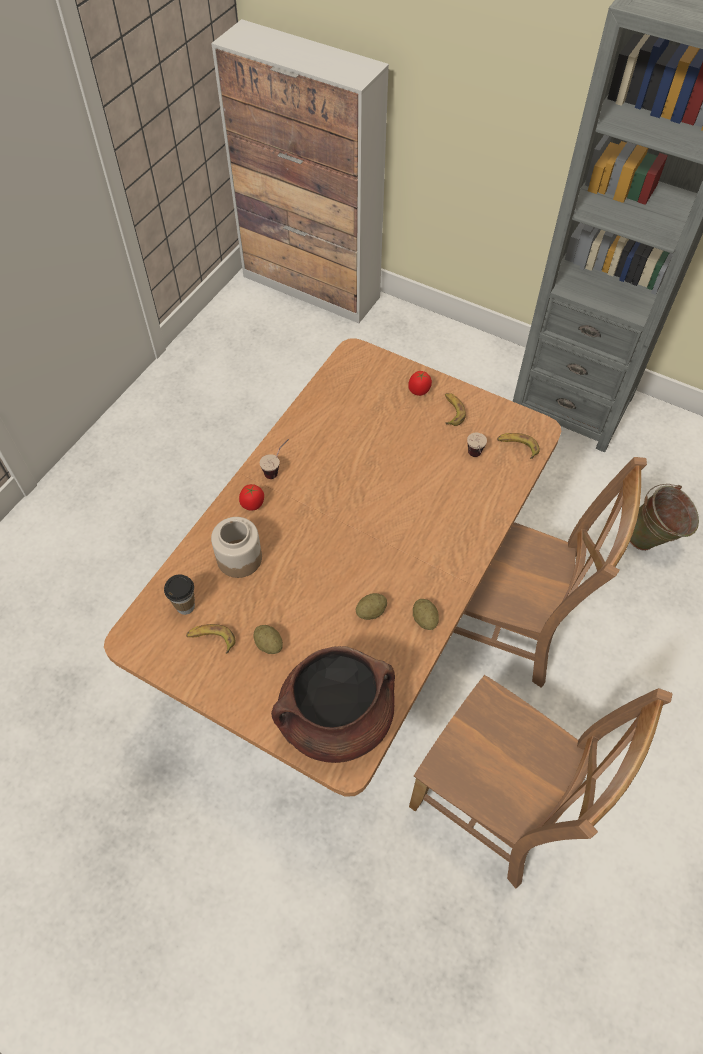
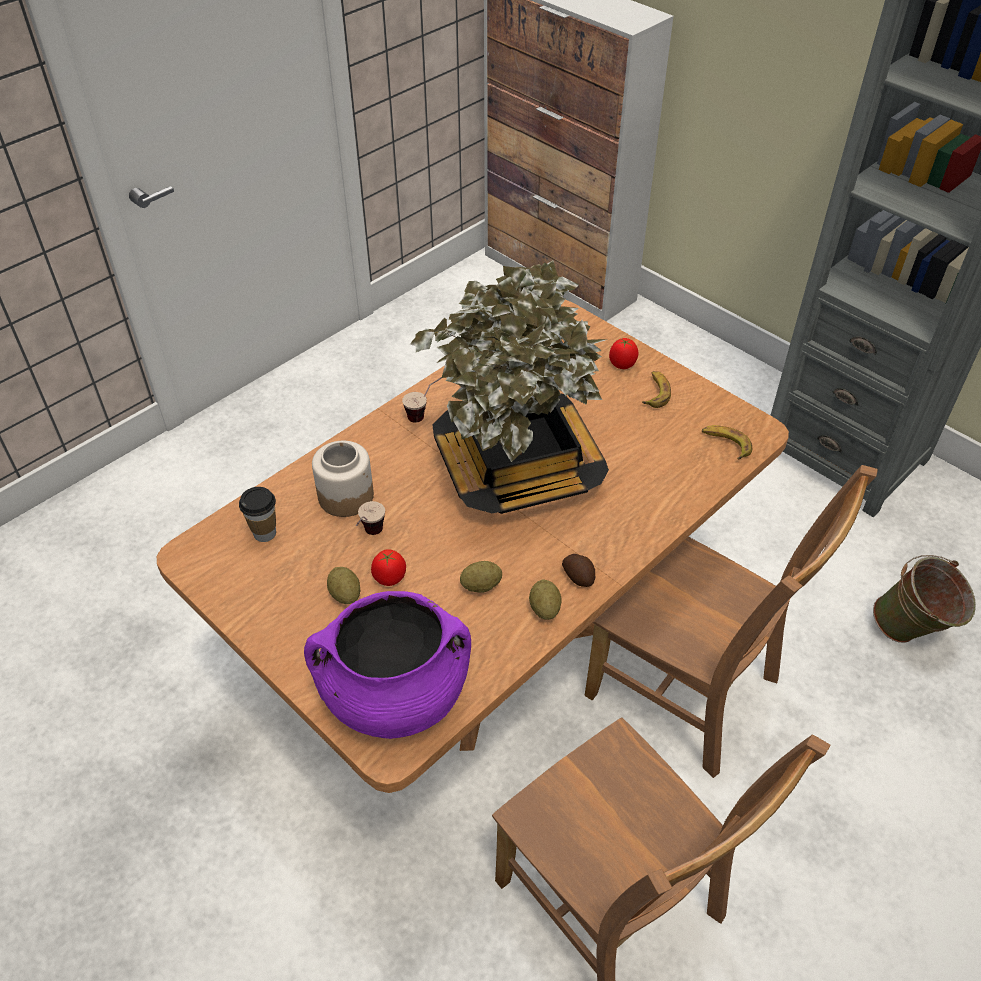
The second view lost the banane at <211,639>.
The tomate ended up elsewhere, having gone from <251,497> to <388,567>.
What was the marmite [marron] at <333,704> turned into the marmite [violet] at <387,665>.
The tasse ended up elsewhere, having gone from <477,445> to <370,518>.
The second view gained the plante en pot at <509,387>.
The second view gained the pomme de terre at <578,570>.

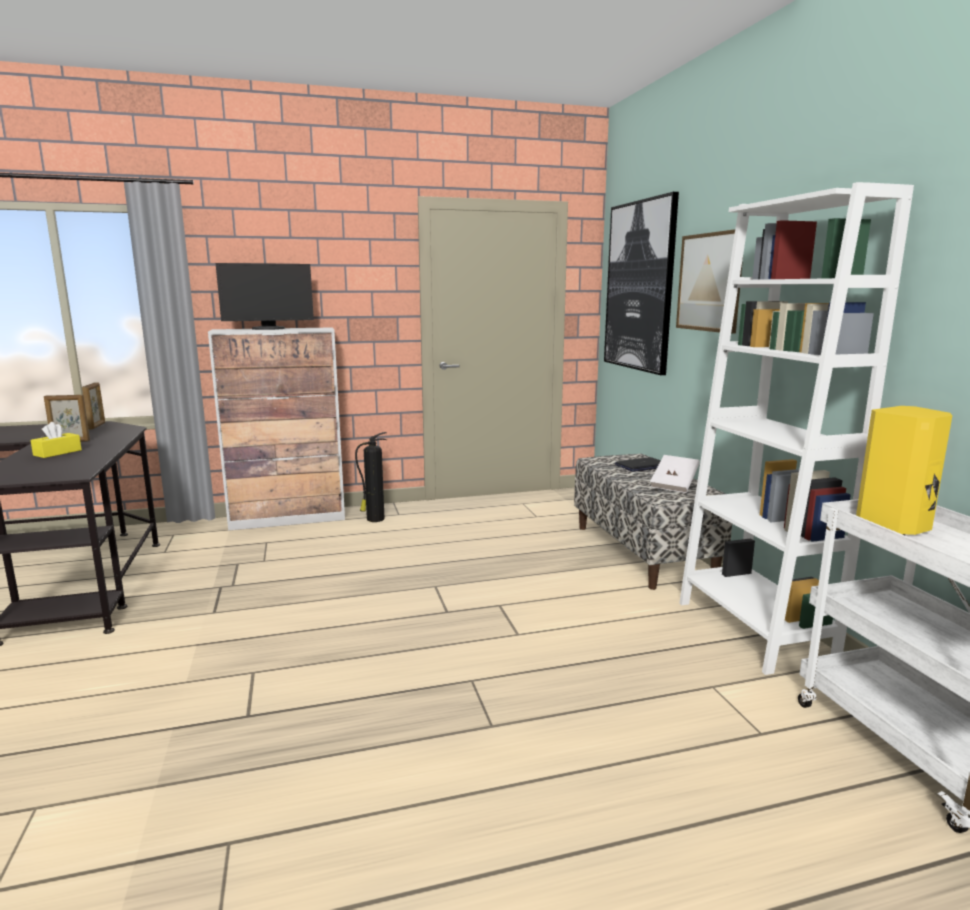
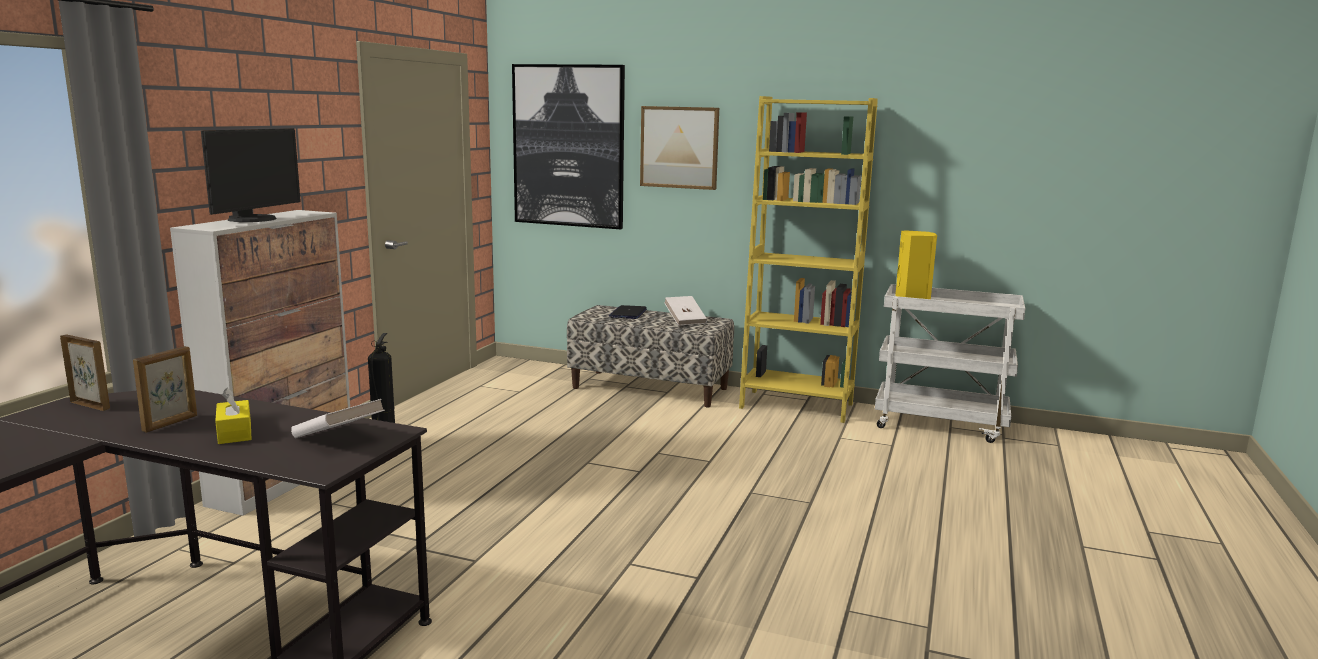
What was the bibliothèque [blanc] at <796,428> turned into the bibliothèque [jaune] at <808,259>.
The second view gained the livre [blanc] at <338,418>.

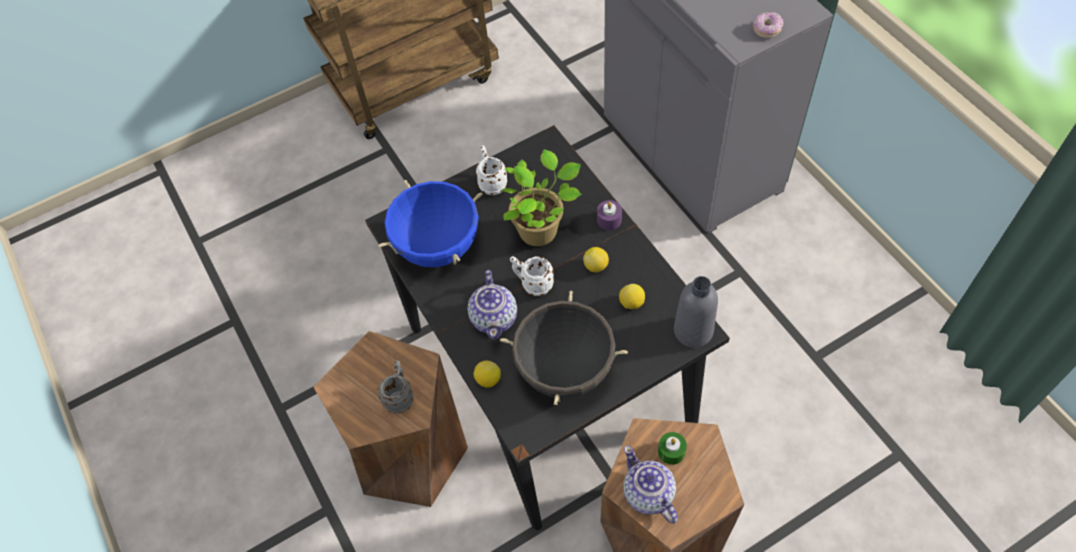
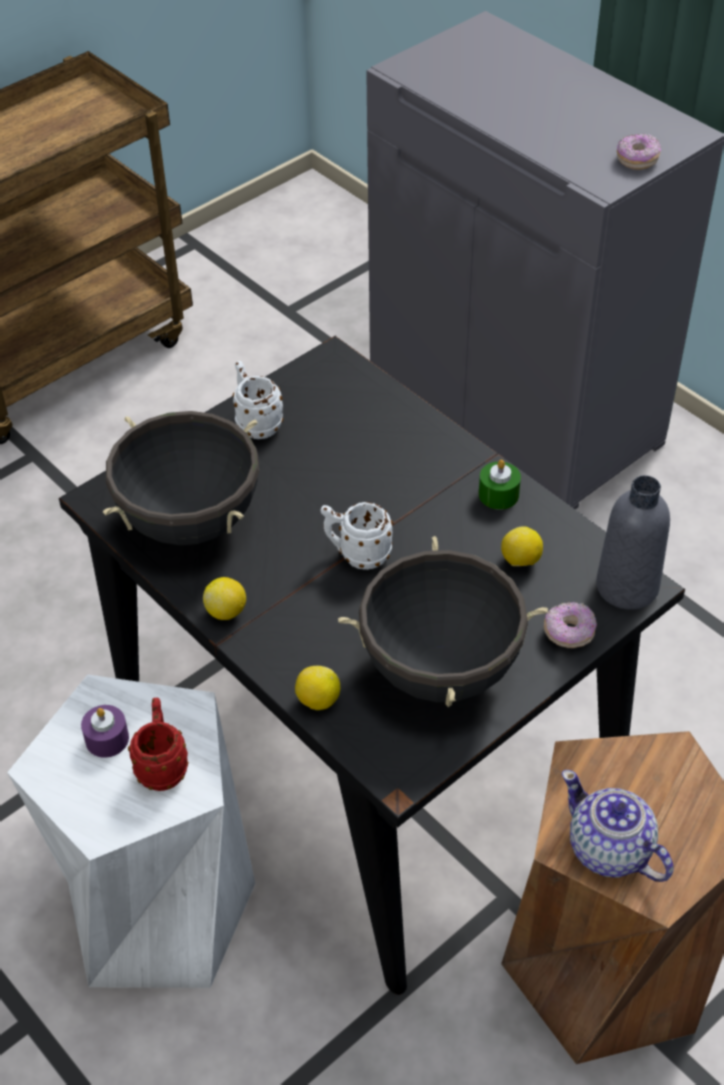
What was the tabouret [marron] at <390,419> turned into the tabouret [blanc] at <131,831>.
What was the mug [gris] at <395,387> turned into the mug [rouge] at <158,744>.
What was the marmite [bleu] at <431,223> turned into the marmite [noir] at <181,478>.
The second view lost the théière at <492,305>.
The second view lost the plante en pot at <541,197>.
The citron ended up elsewhere, having gone from <596,259> to <224,598>.
The bougie [violet] ended up elsewhere, having gone from <609,215> to <105,731>.
The bougie [vert] ended up elsewhere, having gone from <672,448> to <500,485>.
The second view gained the beignet at <570,625>.

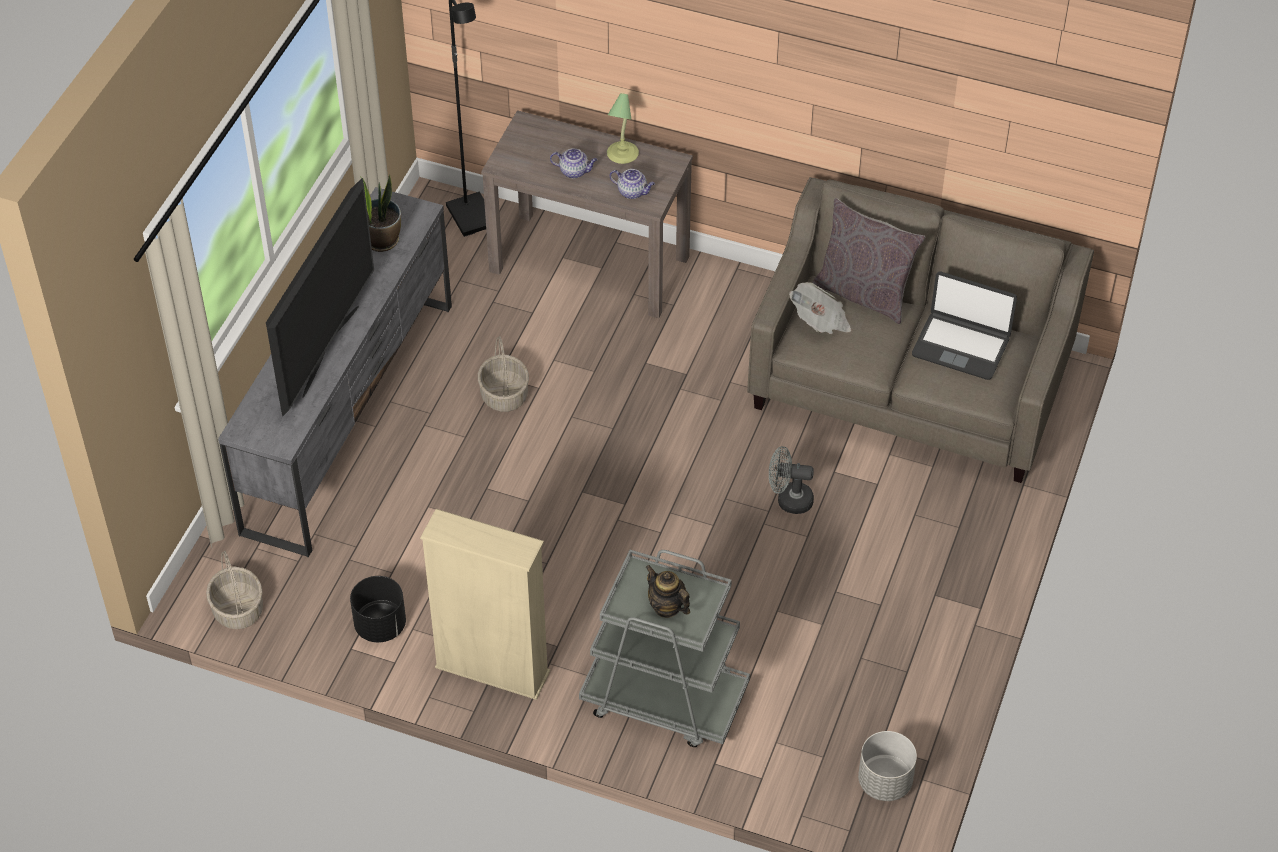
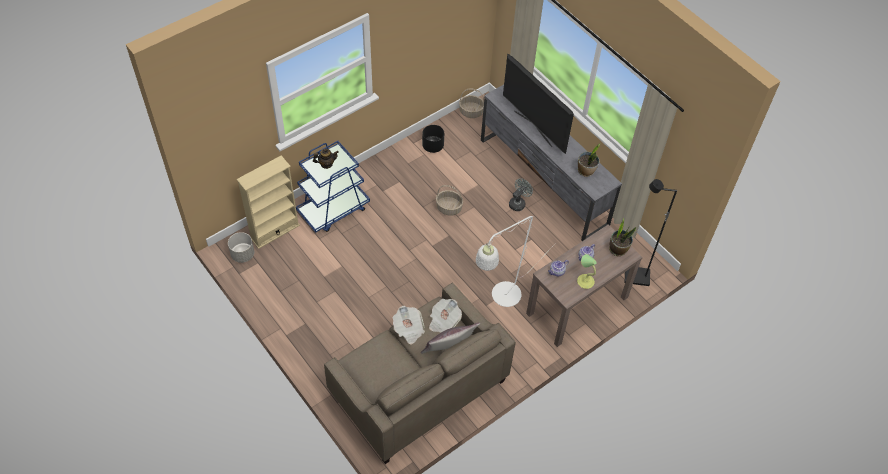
The bibliothèque [beige] ended up elsewhere, having gone from <485,604> to <268,202>.
The panier ended up elsewhere, having gone from <503,374> to <449,200>.
What was the chariot [gris] at <664,648> turned into the chariot [bleu] at <333,187>.
The ventilateur [gris] ended up elsewhere, having gone from <791,480> to <521,194>.
The second view lost the ordinateur portable at <964,326>.
The second view gained the journal at <409,325>.
The second view gained the lampadaire [blanc] at <516,261>.
The second view gained the plante en pot at <622,237>.

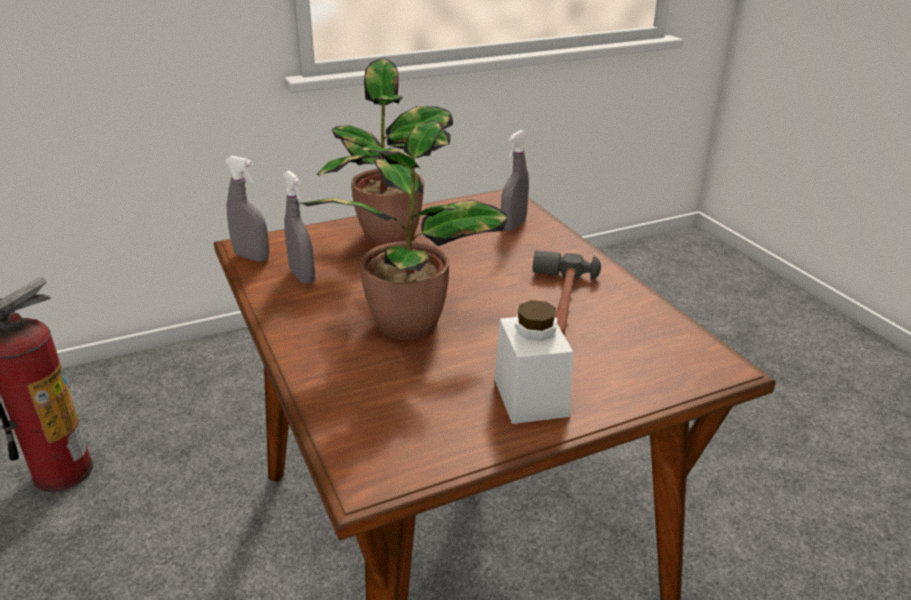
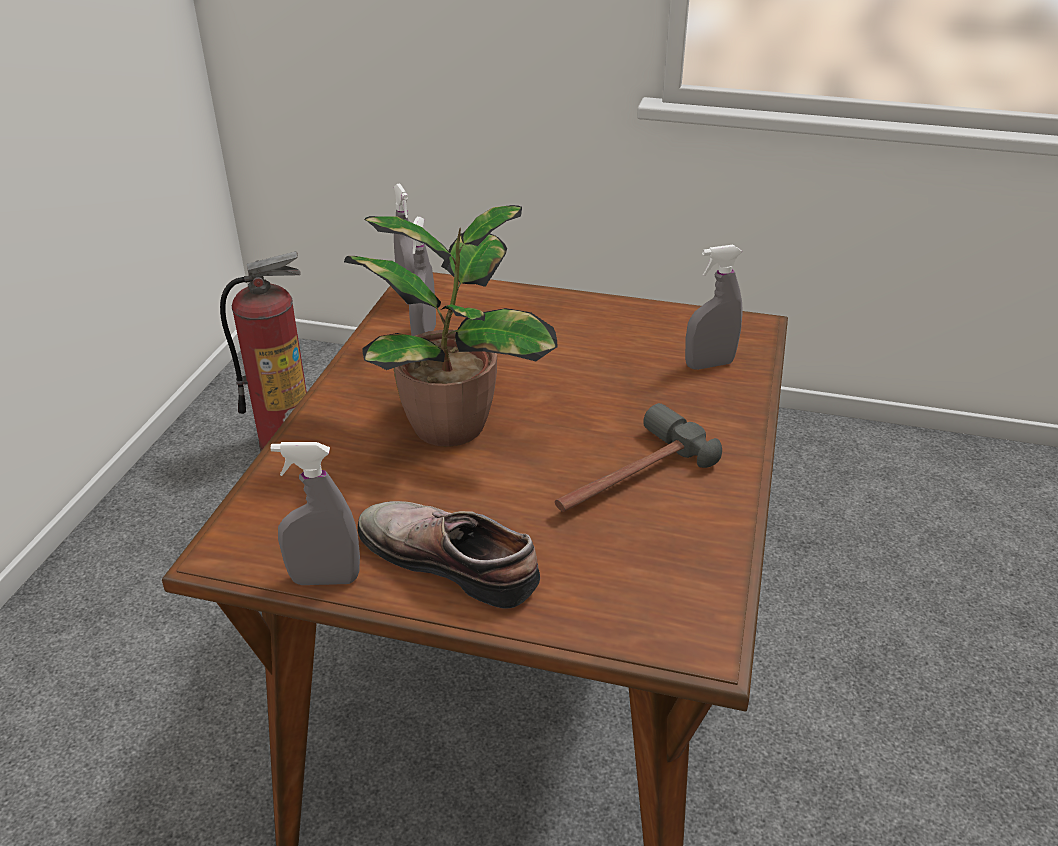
The second view lost the plante en pot at <384,152>.
Where the bocal [blanc] stood at <533,362>, the chaussure came to stand at <449,555>.
The second view gained the vaporisateur [gris] at <315,513>.

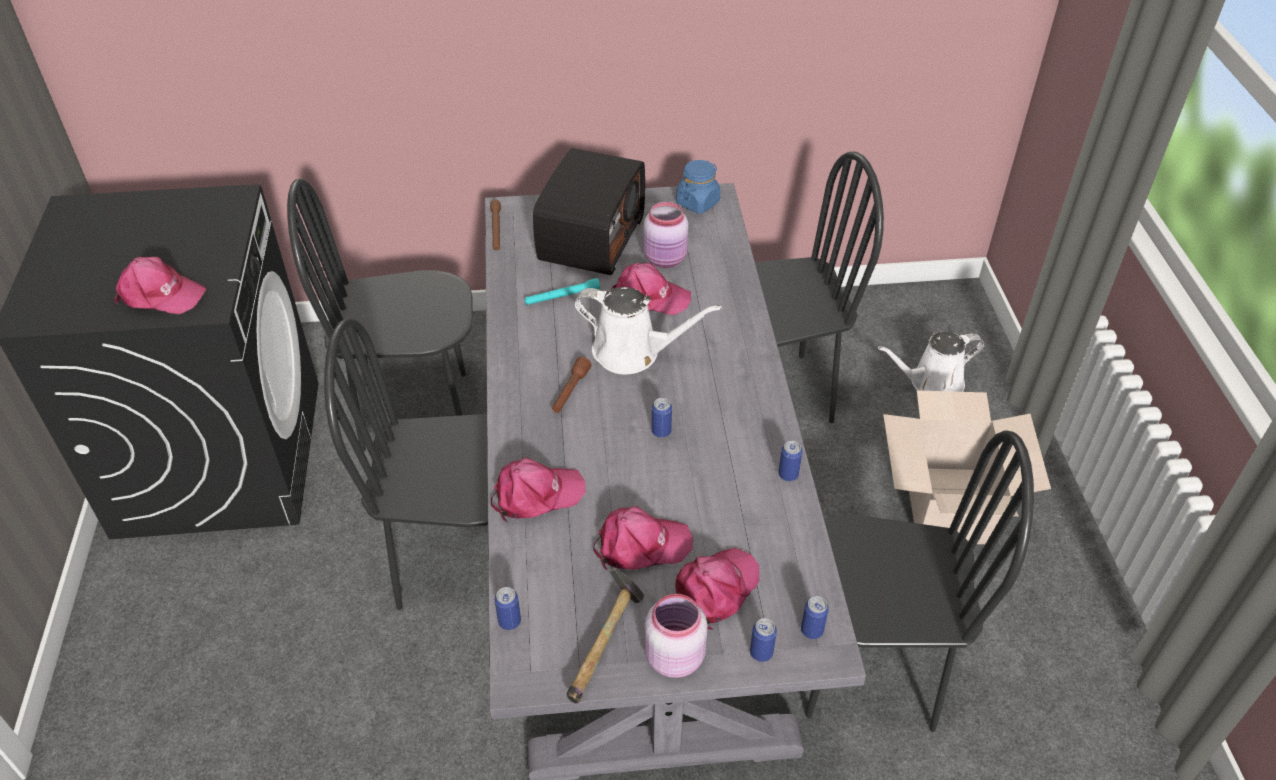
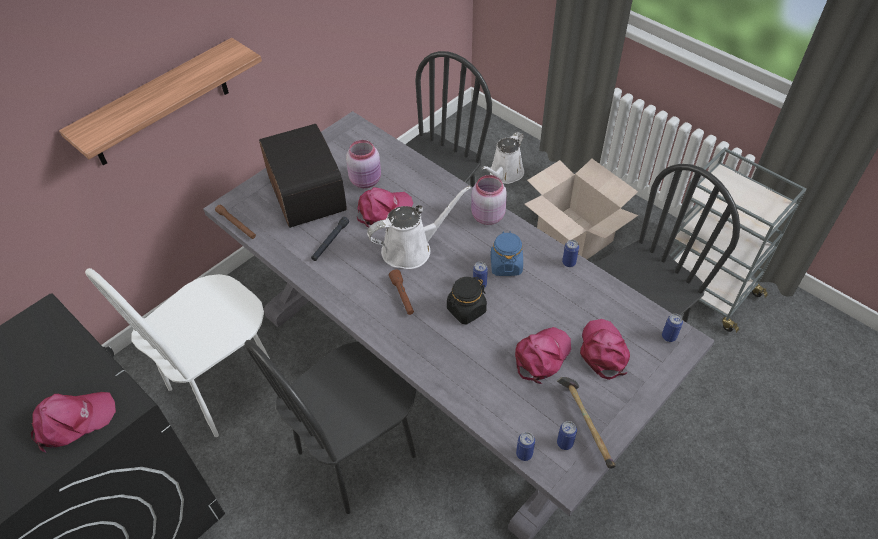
What was the chaise [noir] at <380,315> turned into the chaise [blanc] at <177,352>.
The second view lost the casquette [rose] at <538,490>.
What was the lampe de poche [turquoise] at <562,291> turned into the lampe de poche [noir] at <330,239>.
The bocal [rose] ended up elsewhere, having gone from <676,636> to <489,200>.
The bocal [bleu] ended up elsewhere, having gone from <698,186> to <507,253>.
The boîte métallique ended up elsewhere, having gone from <763,640> to <567,435>.
The second view gained the étagère at <160,101>.
The second view gained the bocal [noir] at <467,300>.
The second view gained the chariot [gris] at <738,240>.

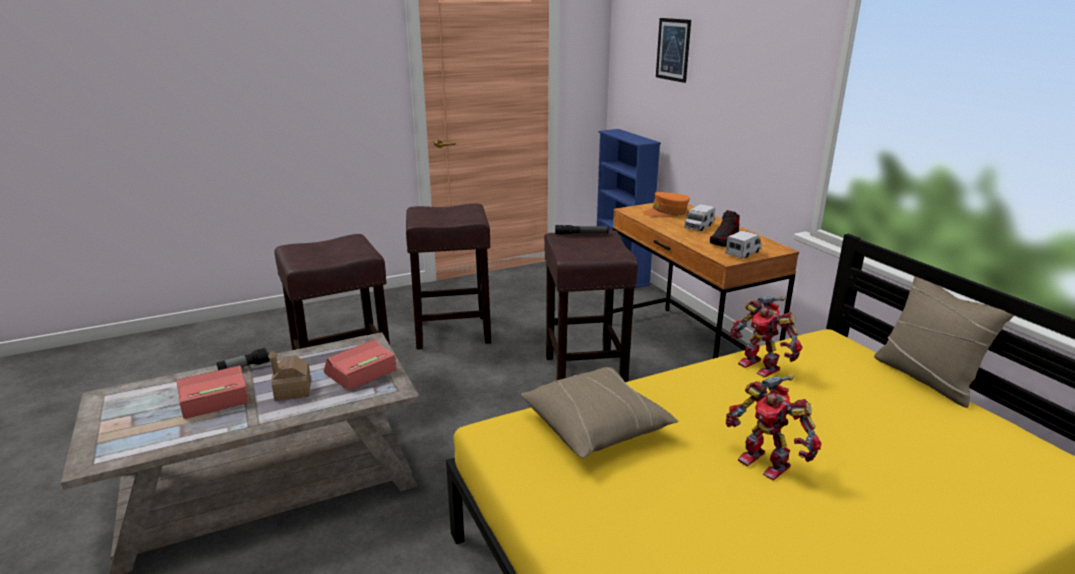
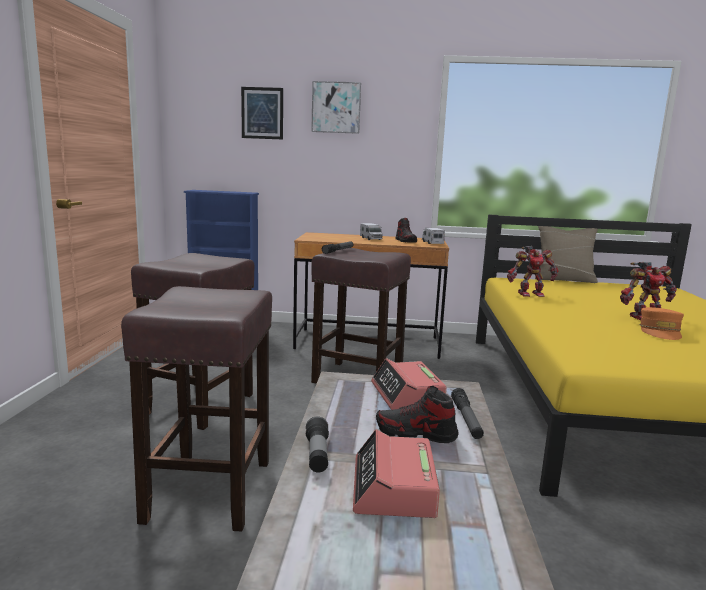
Where the maison miniature stood at <289,376>, the chaussure came to stand at <417,414>.
The second view lost the coussin [beige] at <600,412>.
The casquette [orange] ended up elsewhere, having gone from <666,205> to <661,323>.
The second view gained the tableau at <336,107>.
The second view gained the lampe de poche at <467,413>.

